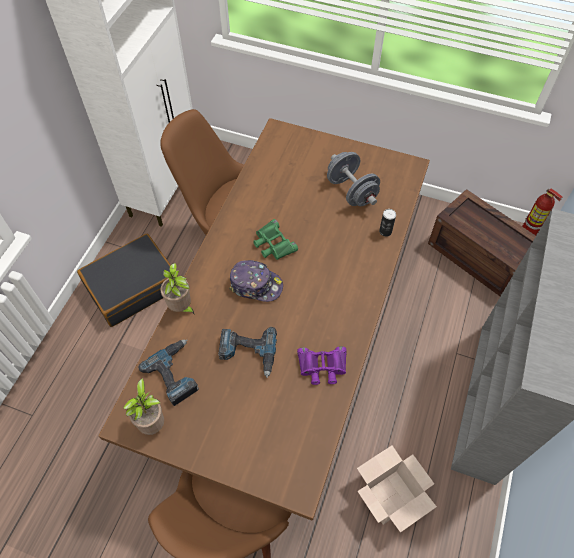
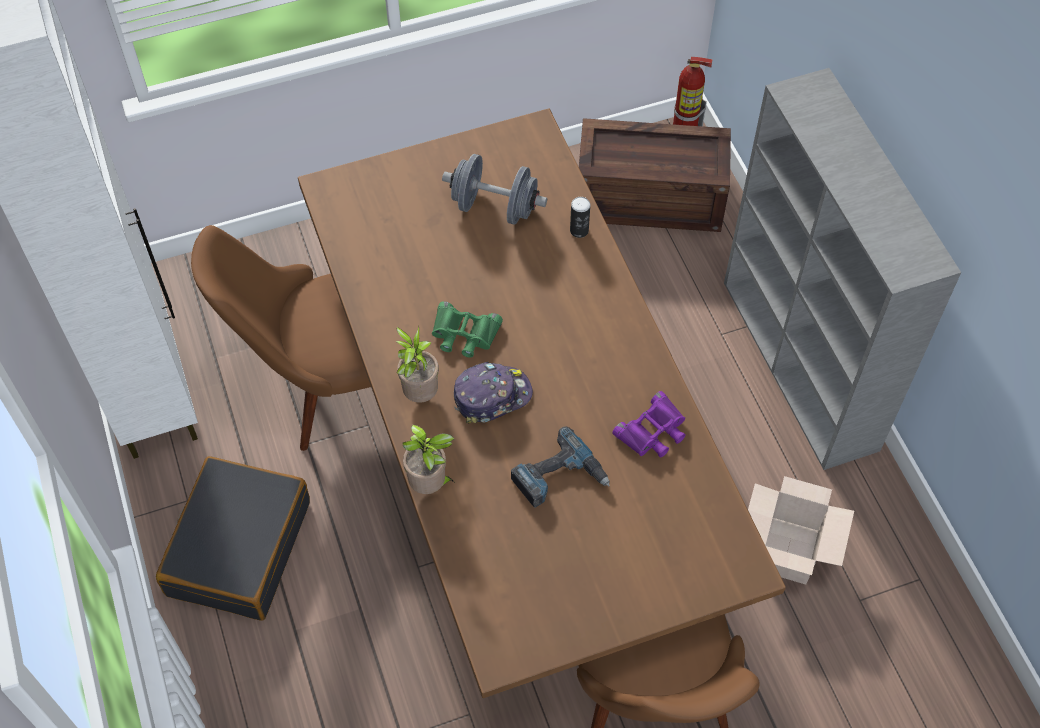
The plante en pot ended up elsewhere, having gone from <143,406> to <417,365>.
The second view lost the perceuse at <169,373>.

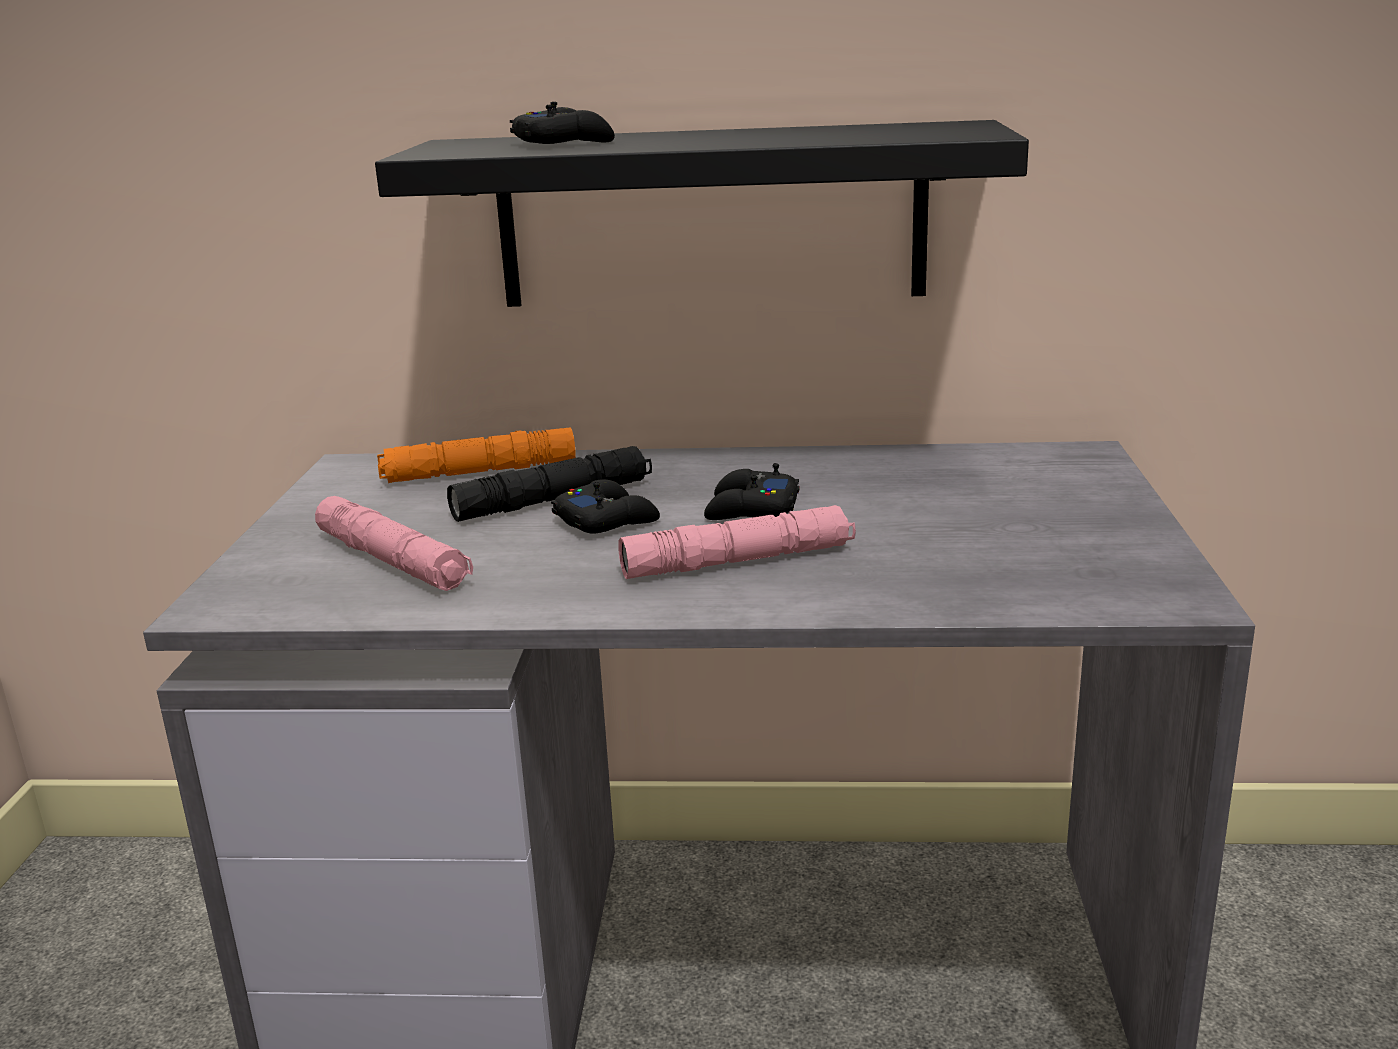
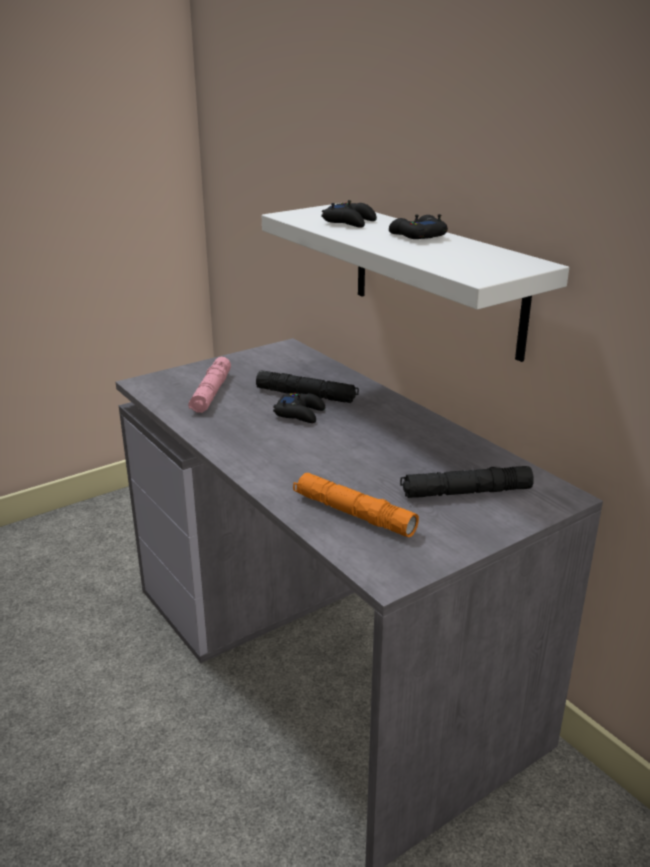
What was the étagère [noir] at <702,213> turned into the étagère [blanc] at <415,282>.
The lampe de poche [orange] ended up elsewhere, having gone from <476,455> to <356,505>.
The second view lost the lampe de poche [rose] at <737,542>.
The manette [noir] ended up elsewhere, having gone from <751,491> to <418,226>.
The second view gained the lampe de poche [noir] at <467,482>.

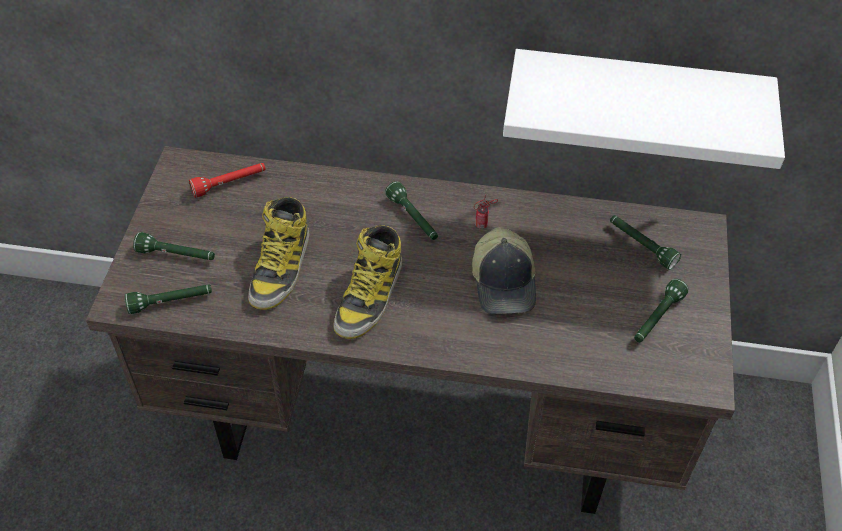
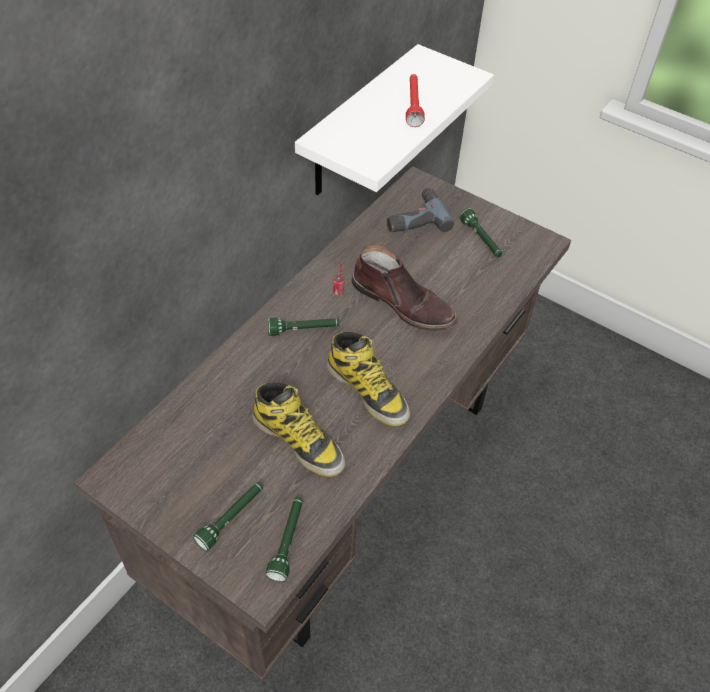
The lampe de poche [rouge] ended up elsewhere, having gone from <227,180> to <415,100>.
Where the casquette stood at <504,270>, the botte [marron] came to stand at <404,288>.
Where the lampe de poche [vert] stood at <645,242>, the perceuse came to stand at <420,210>.

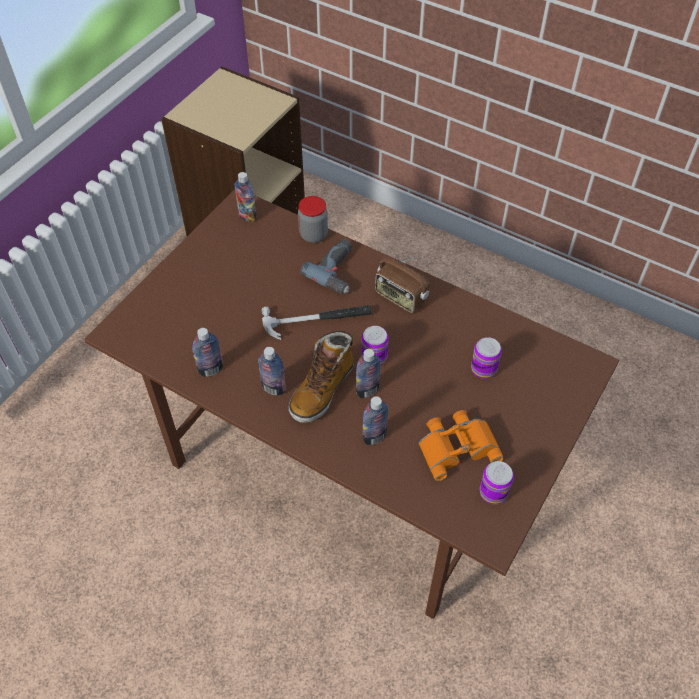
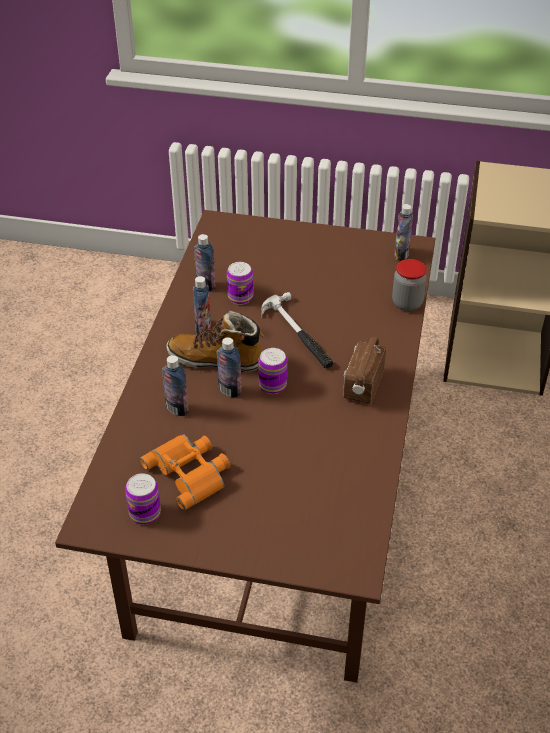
The second view lost the perceuse at <326,266>.
The boîte métallique ended up elsewhere, having gone from <486,358> to <240,283>.

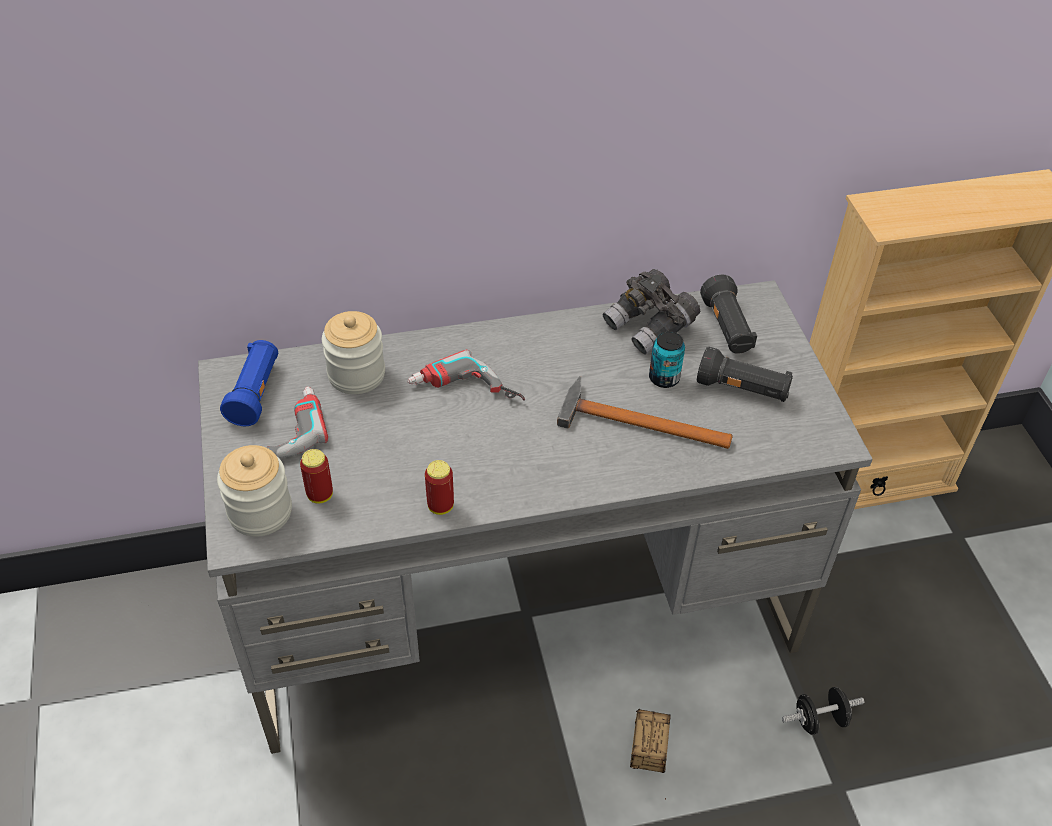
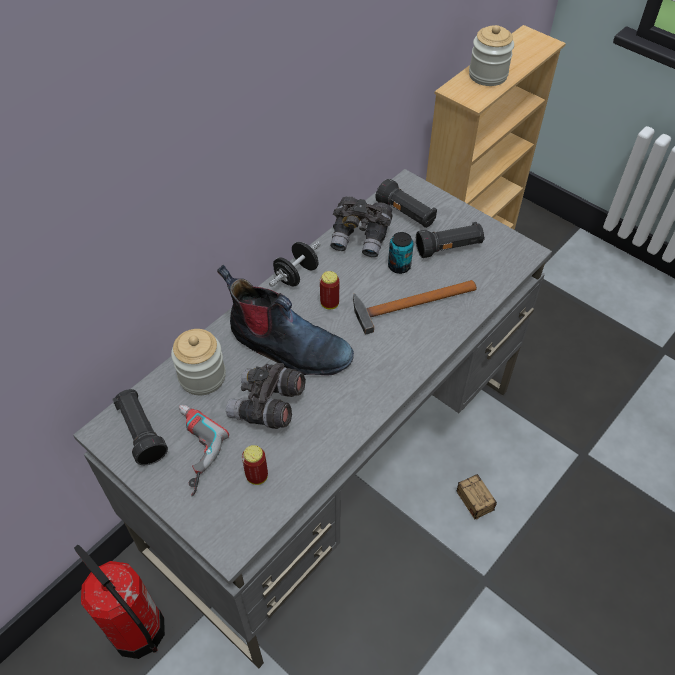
The bocal ended up elsewhere, having gone from <254,491> to <491,55>.
What was the lampe de poche [bleu] at <249,383> turned into the lampe de poche [noir] at <140,427>.
Where the perceuse stood at <466,375>, the botte came to stand at <285,320>.
The boîte métallique ended up elsewhere, having gone from <439,487> to <329,290>.
The haltère [noir] ended up elsewhere, having gone from <823,711> to <295,264>.
The second view gained the extincteur at <119,602>.
The second view gained the jumelles [gris] at <266,396>.

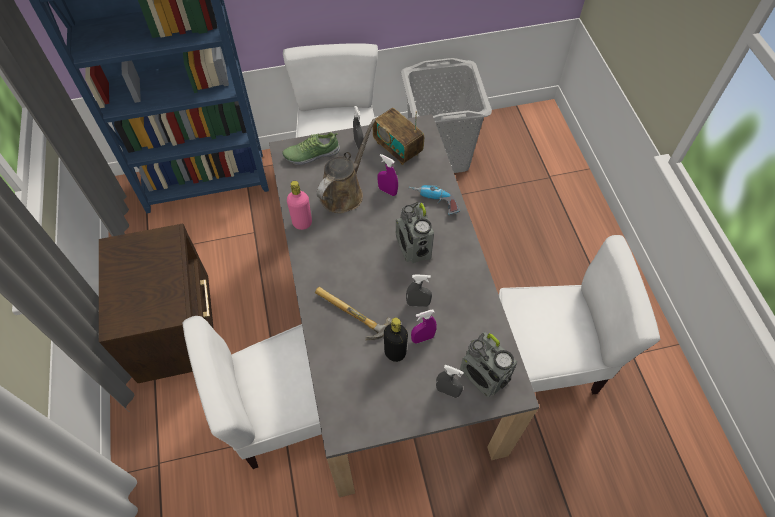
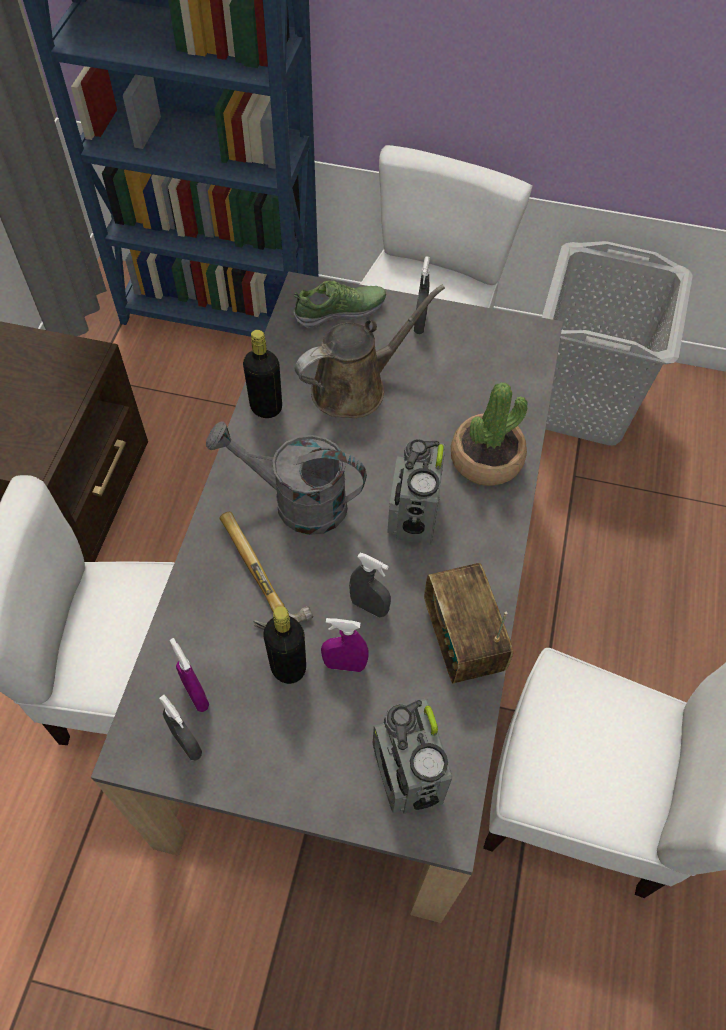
The chaussure at <311,148> ended up facing another way, 150 degrees clockwise from before.
What was the bouteille [rose] at <299,205> turned into the bouteille [noir] at <262,374>.
The radio ended up elsewhere, having gone from <398,136> to <468,623>.
The vaporisateur [violet] ended up elsewhere, having gone from <388,175> to <189,675>.
Where the perceuse stood at <434,200>, the plante en pot came to stand at <489,434>.
The vaporisateur [gris] ended up elsewhere, having gone from <450,381> to <180,728>.
The second view gained the arrosoir [gris] at <286,478>.

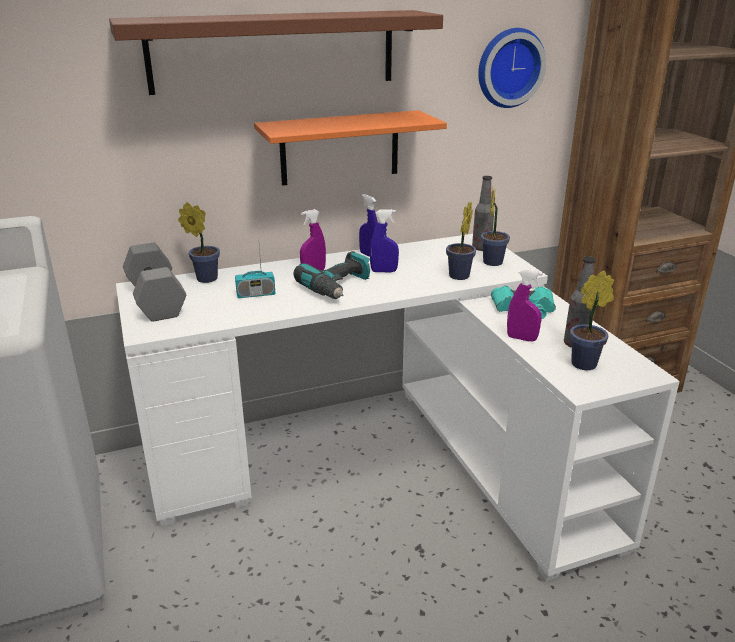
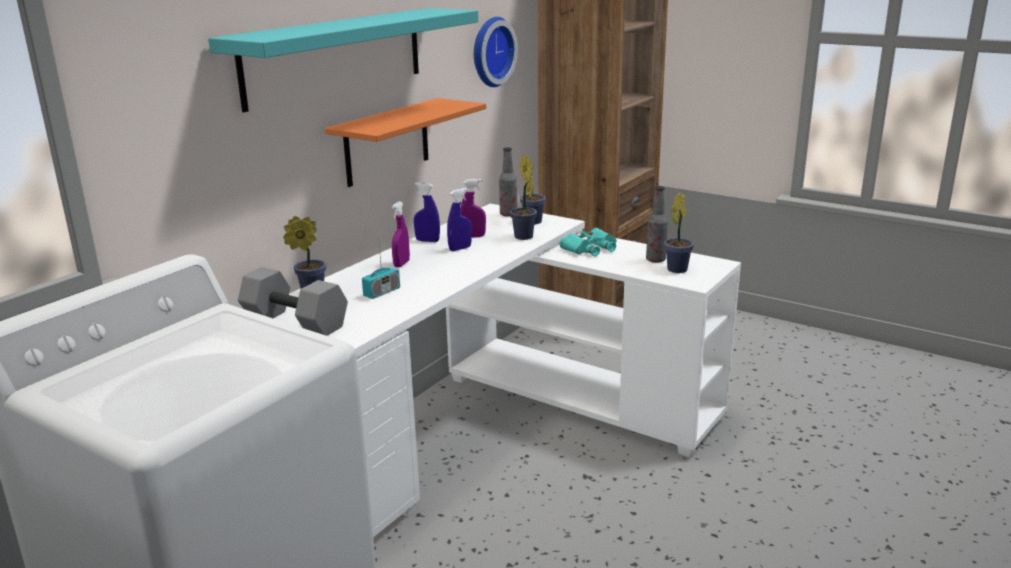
What was the étagère [marron] at <276,52> turned into the étagère [turquoise] at <343,60>.
The second view lost the perceuse at <332,275>.
The vaporisateur [violet] ended up elsewhere, having gone from <525,305> to <473,208>.

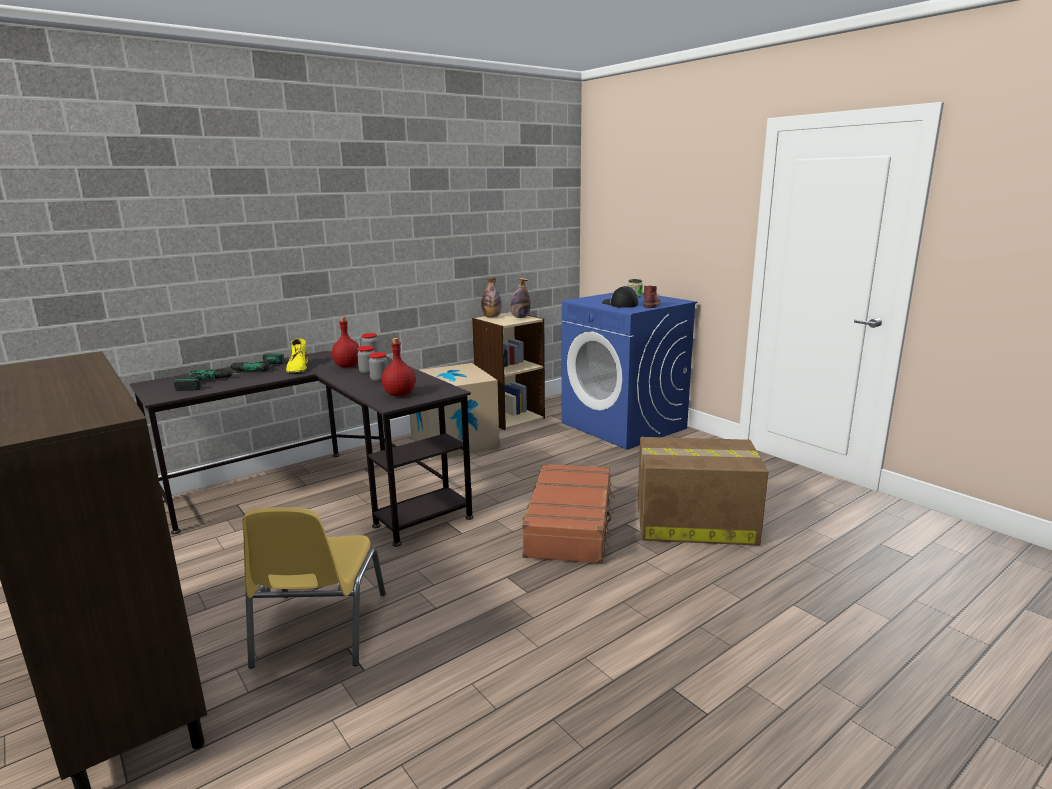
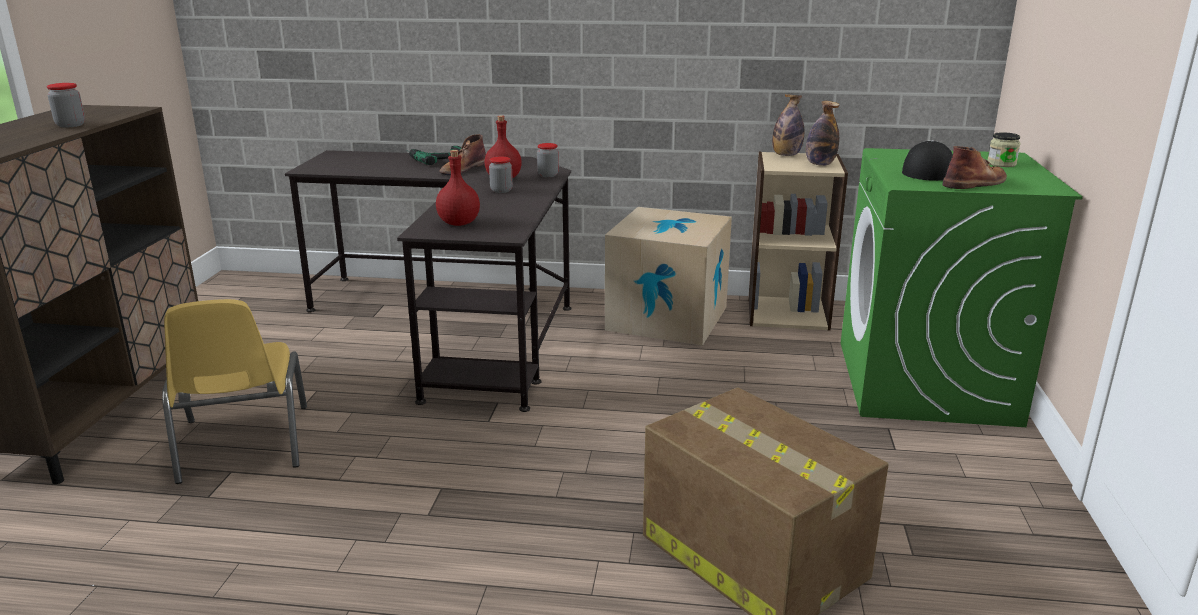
The second view lost the perceuse at <208,380>.
The chaise [jaune] at <314,588> ended up facing another way, 60 degrees counterclockwise from before.
What was the botte [jaune] at <297,356> turned into the botte [marron] at <462,154>.
The bocal ended up elsewhere, having gone from <378,367> to <66,105>.
The second view lost the valise [marron] at <568,513>.
What was the lave-linge [bleu] at <629,371> turned into the lave-linge [vert] at <962,287>.

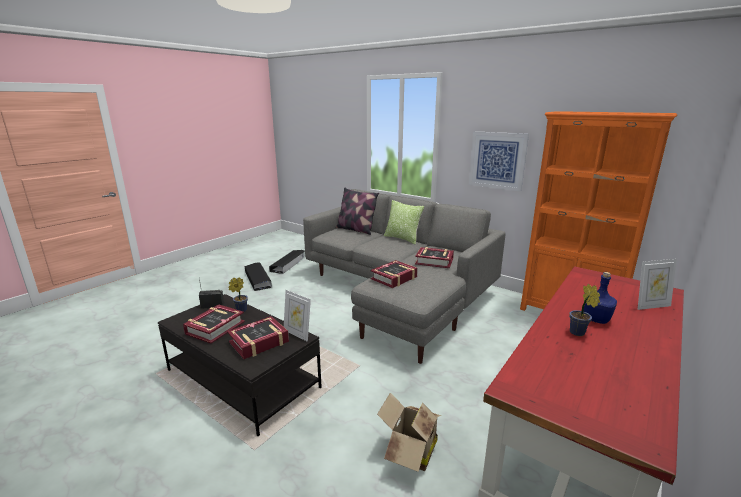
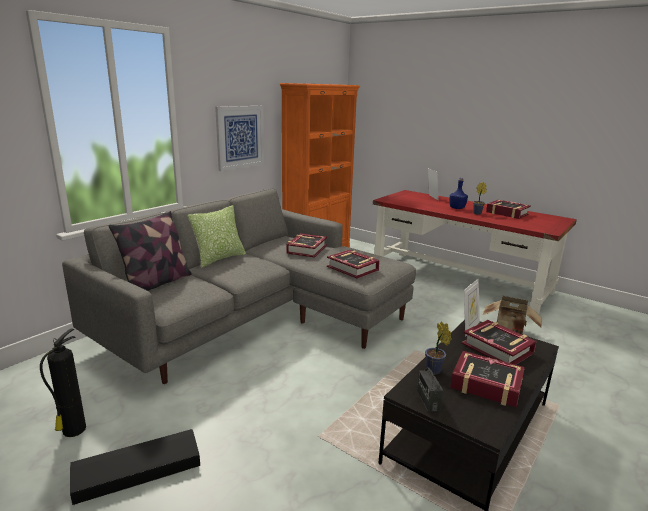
Where the boîte de rangement [noir] stood at <287,262>, the extincteur came to stand at <63,382>.
The second view gained the livre at <508,209>.

